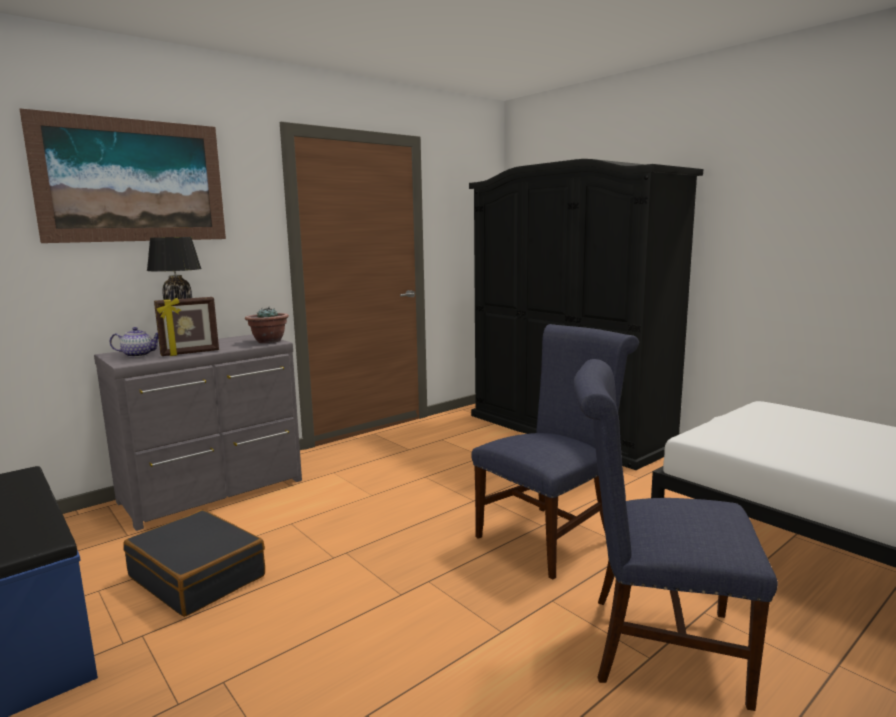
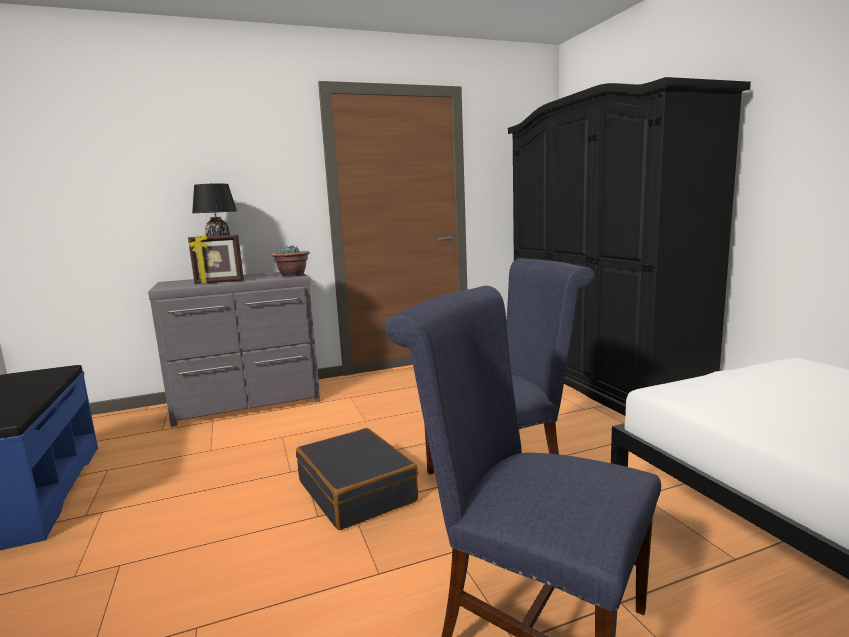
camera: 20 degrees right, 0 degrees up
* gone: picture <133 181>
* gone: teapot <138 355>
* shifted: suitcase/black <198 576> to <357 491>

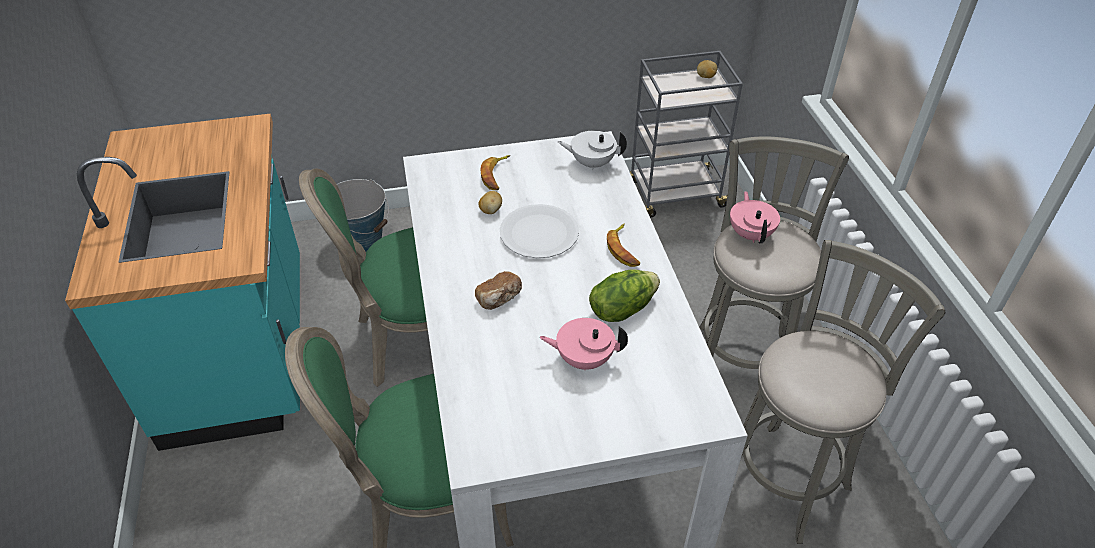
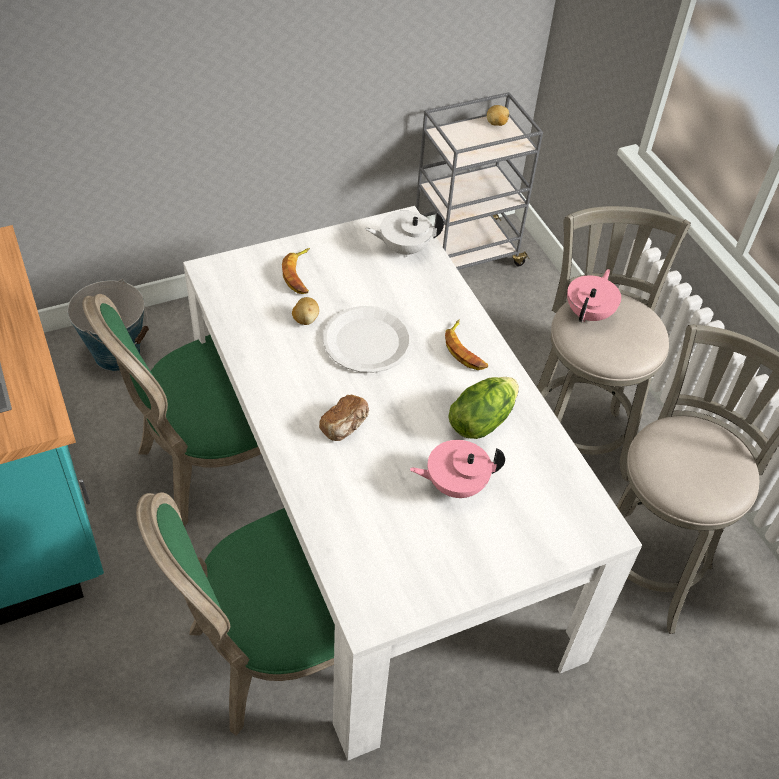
camera: 15 degrees left, 5 degrees up
* rotated: teapot/pink <751 234> = <589 313> 45 degrees clockwise

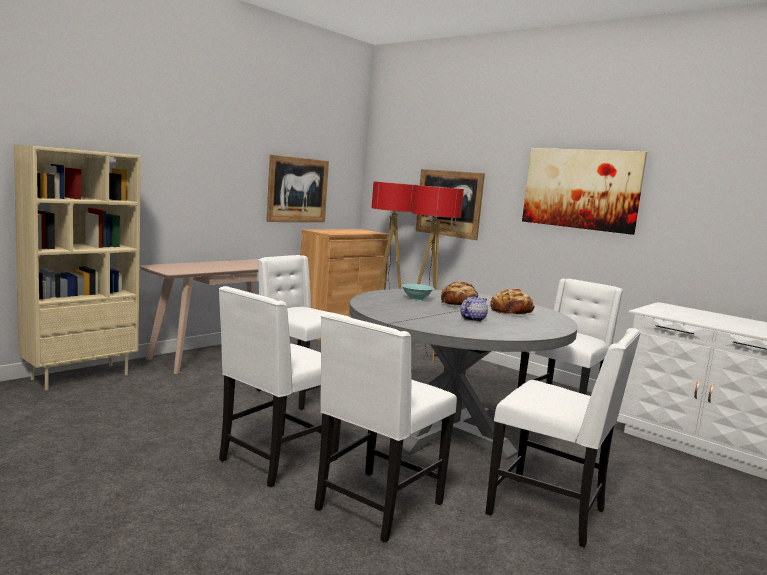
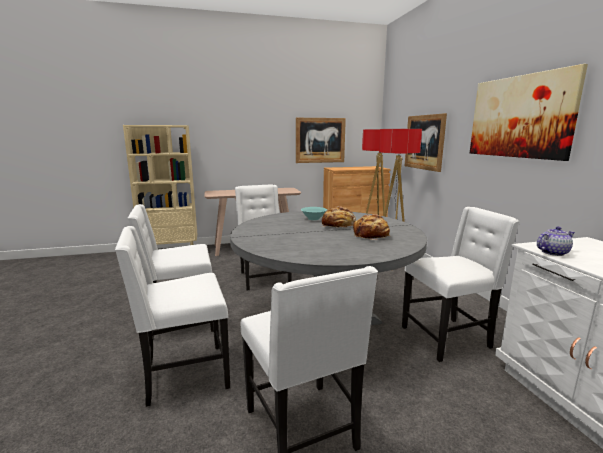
camera: 35 degrees right, 5 degrees up
* shifted: teapot <472 319> to <552 252>

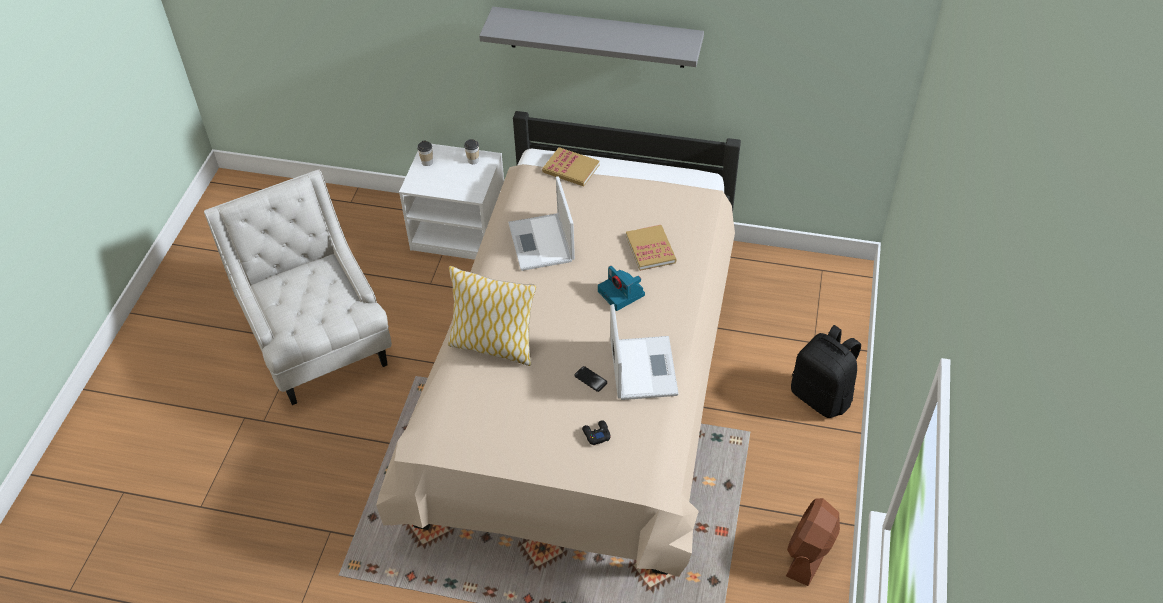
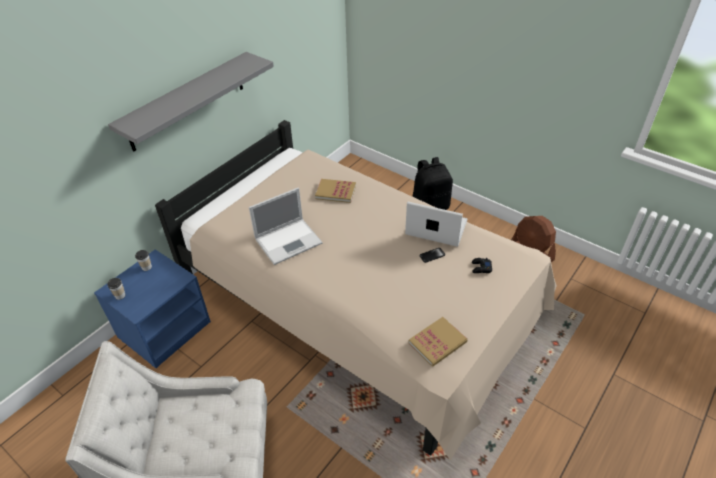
camera: 65 degrees left, 5 degrees down
* repainted: nightstand/white <460 231> to nightstand/blue <164 329>
* gone: pillow <493 345>
* rotated: laptop <542 243> = <289 240> 45 degrees counterclockwise
* shifted: book <571 169> to <437 342>
* gone: photo camera <622 294>

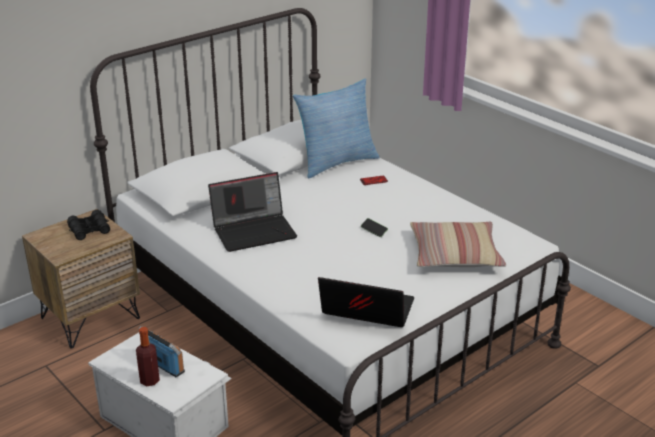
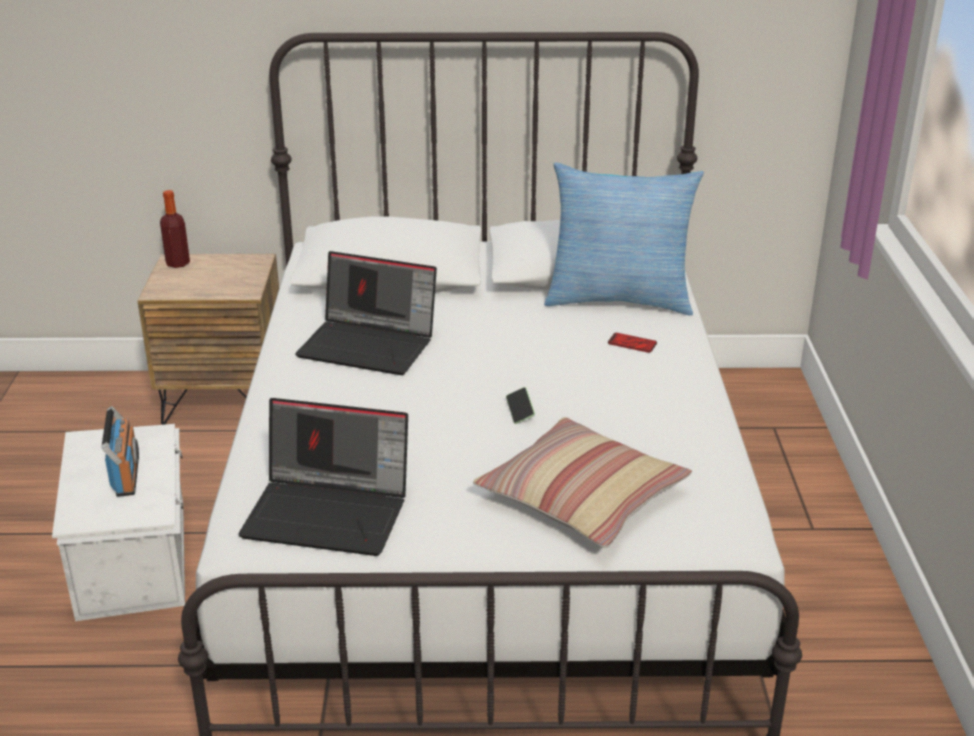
camera: 40 degrees right, 0 degrees up
* gone: binoculars/black <89 230>
* shifted: bottle <149 380> to <178 263>
* rotated: laptop <365 311> = <330 512> 135 degrees clockwise

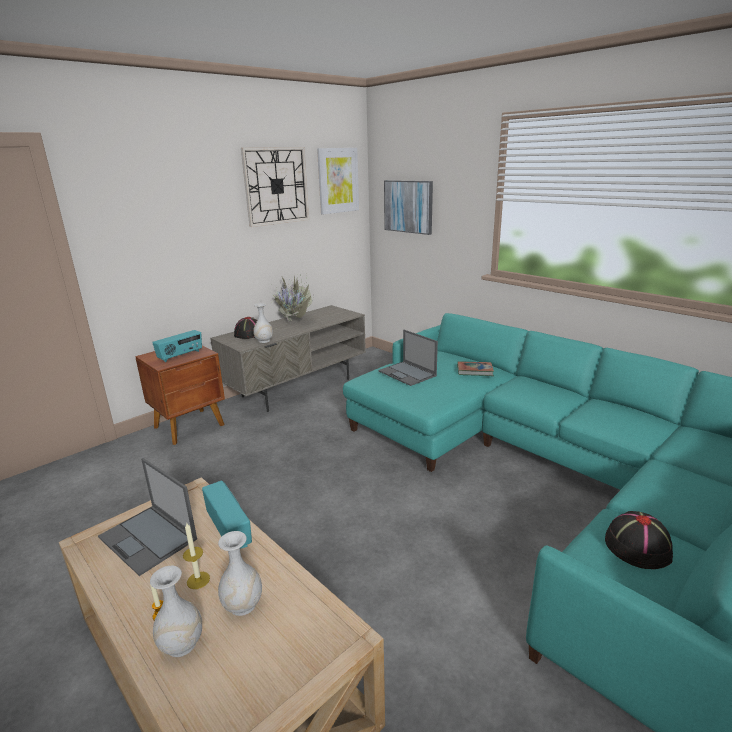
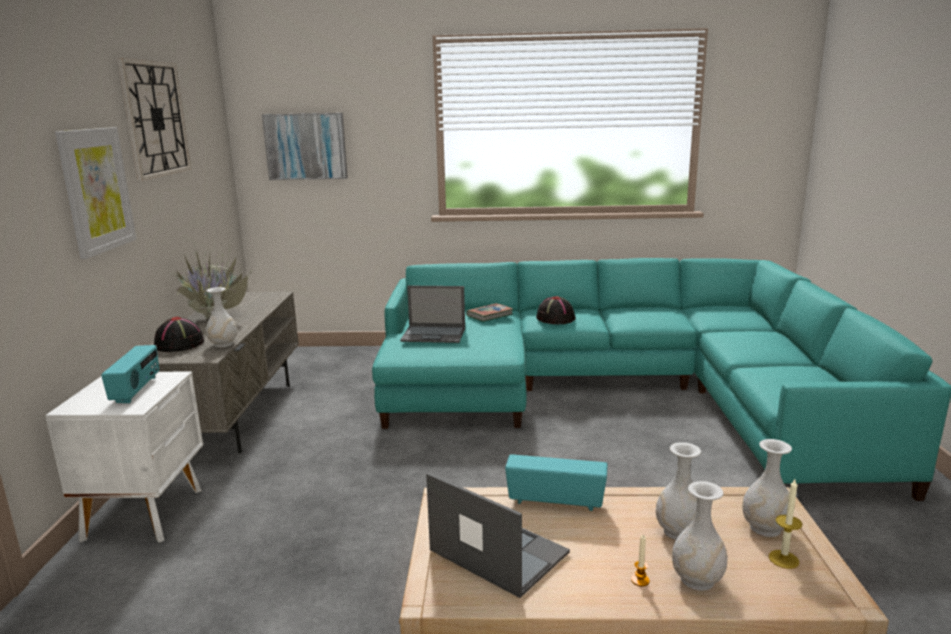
camera: 45 degrees left, 5 degrees down
* rotated: laptop <149 538> = <497 551> 135 degrees counterclockwise
* repainted: nightstand/brown <190 426> to nightstand/white <146 513>
* shifted: candle <198 580> to <783 559>
* shifted: picture <338 180> to <96 190>
* shifted: hat/black <637 546> to <555 318>
* new: vase/white <765 528>

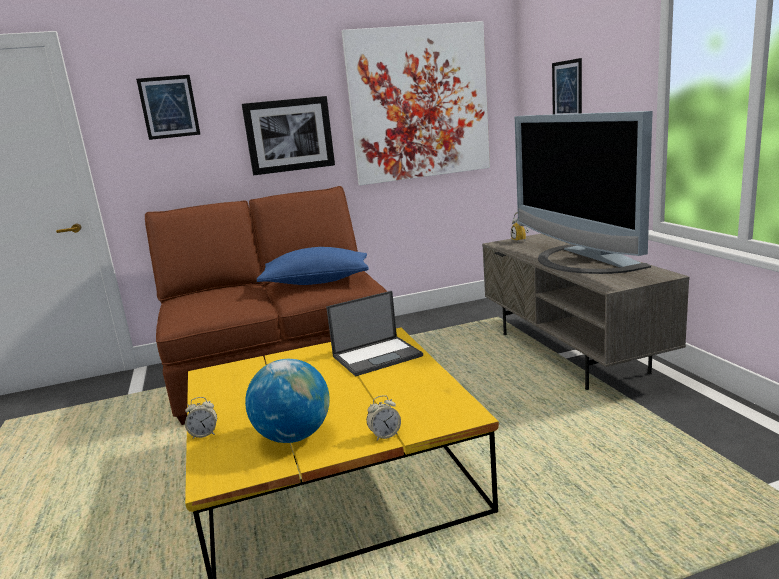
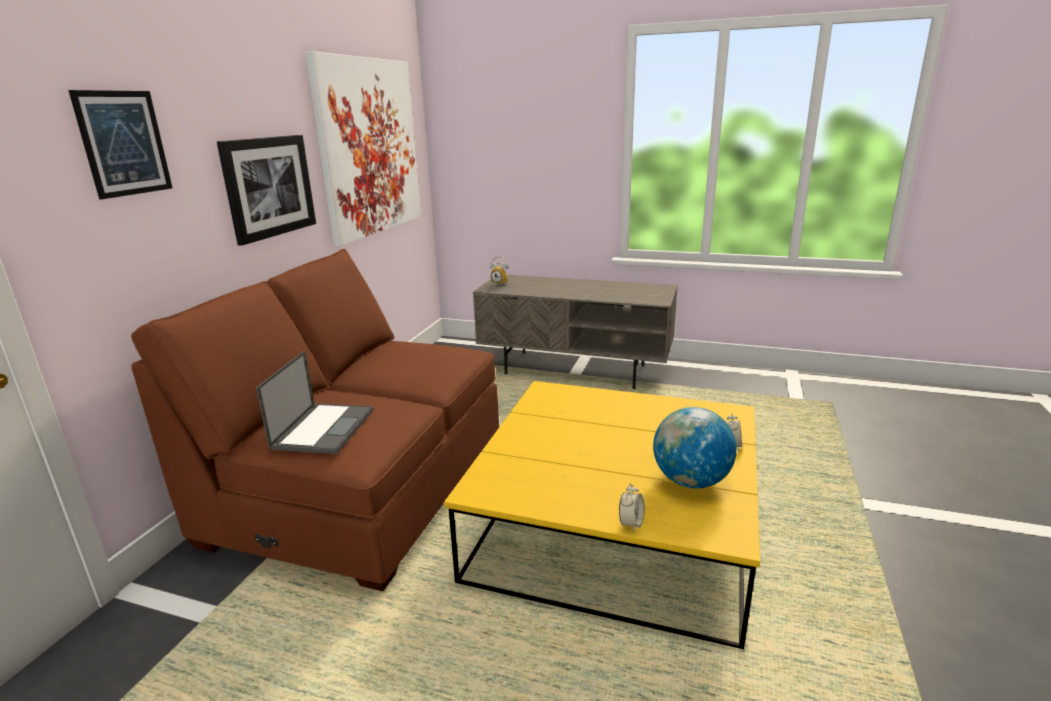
camera: 55 degrees left, 5 degrees up
* gone: pillow/blue <316 282>
* shifted: laptop <378 356> to <324 428>
* gone: television <582 260>
* gone: picture <567 90>

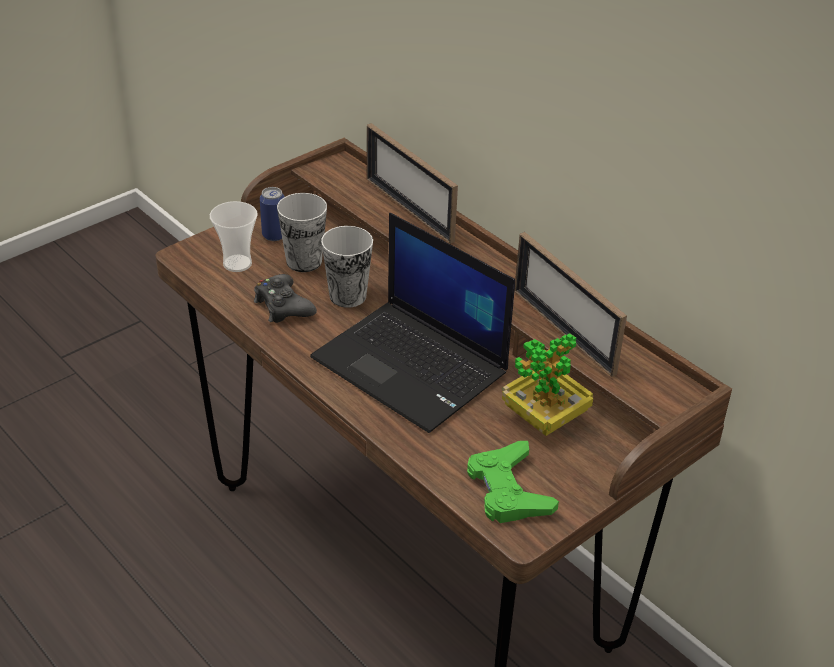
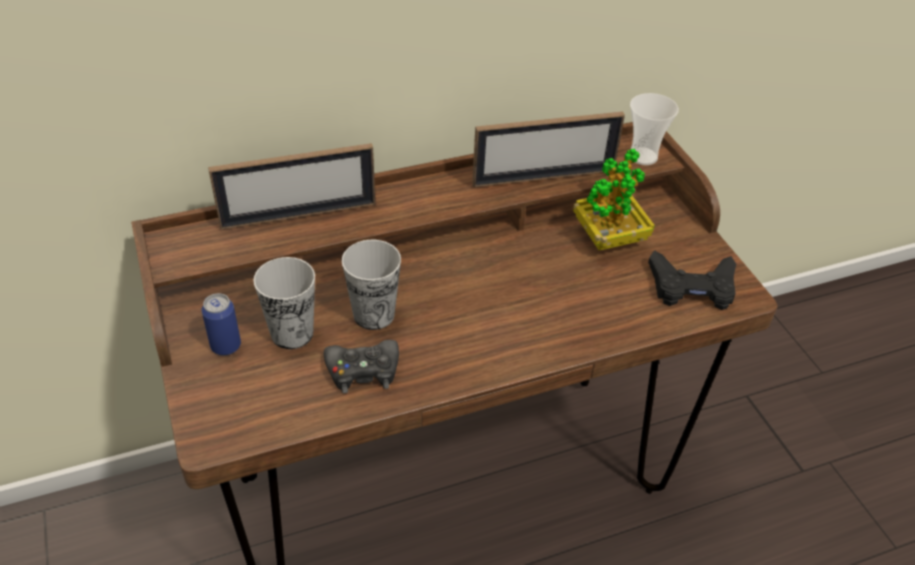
camera: 70 degrees left, 5 degrees up
* shifted: cup <237 263> to <643 156>
* gone: laptop <413 366>
* repainted: game controller/green <508 490> to game controller/black <692 287>

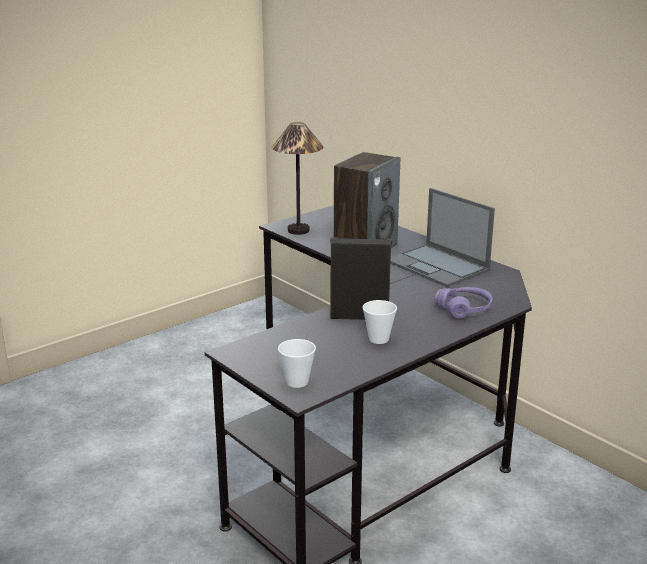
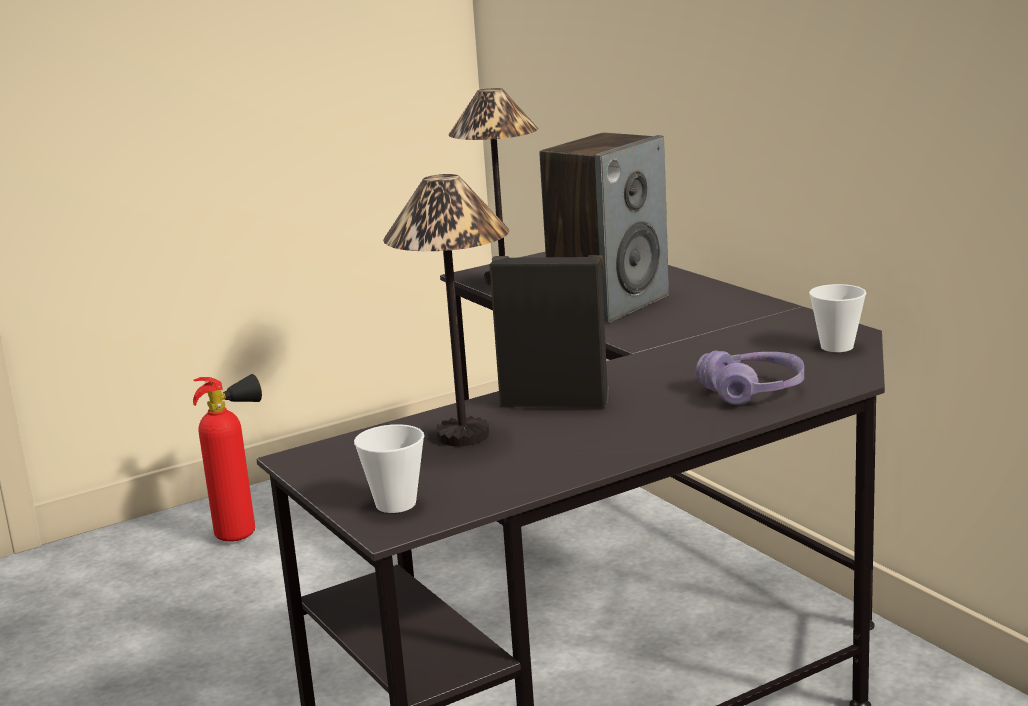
camera: 10 degrees right, 5 degrees down
* shifted: cup <378 339> to <837 347>
* gone: laptop <438 266>
* new: fire extinguisher <245 534>
* new: table lamp <464 436>

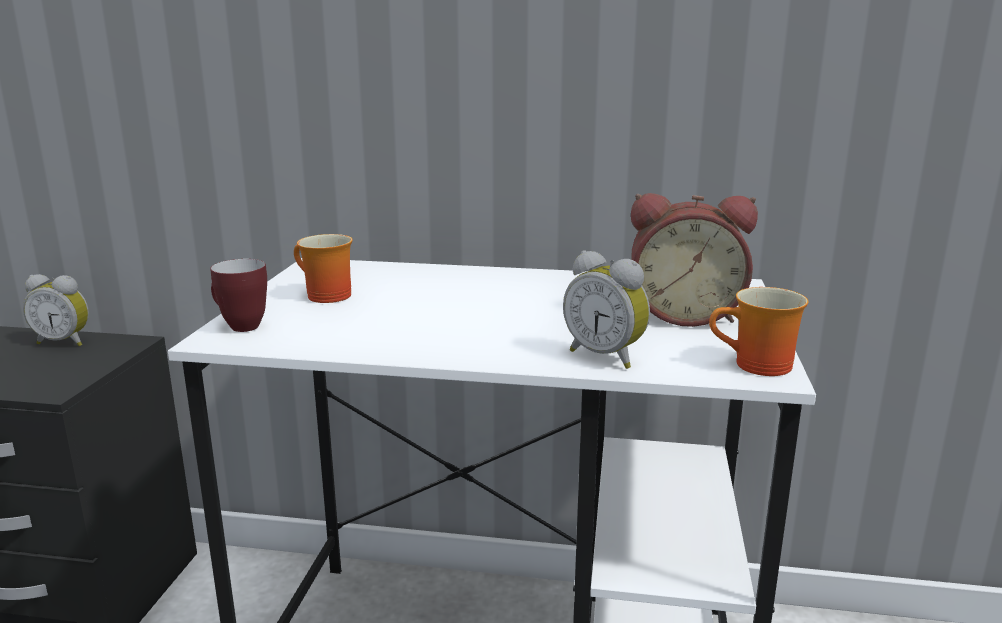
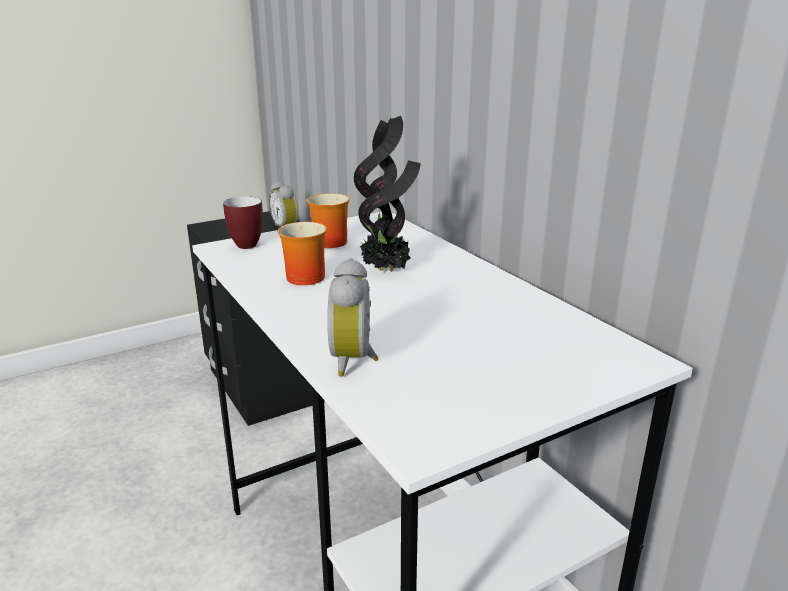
camera: 50 degrees right, 5 degrees up
* gone: alarm clock <684 315>
* shifted: mug <757 367> to <300 277>
* new: potted plant <387 270>

